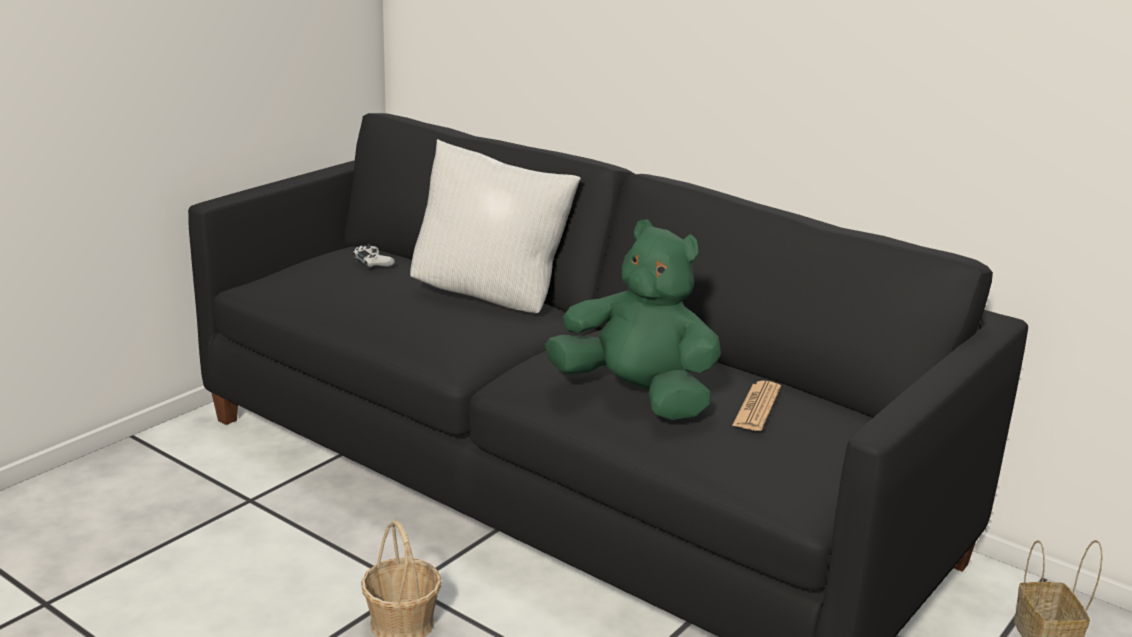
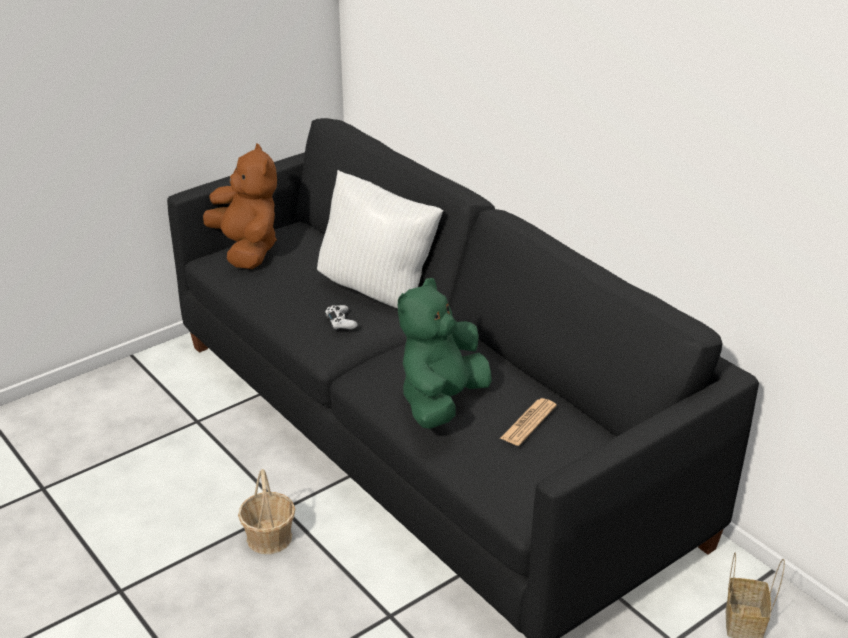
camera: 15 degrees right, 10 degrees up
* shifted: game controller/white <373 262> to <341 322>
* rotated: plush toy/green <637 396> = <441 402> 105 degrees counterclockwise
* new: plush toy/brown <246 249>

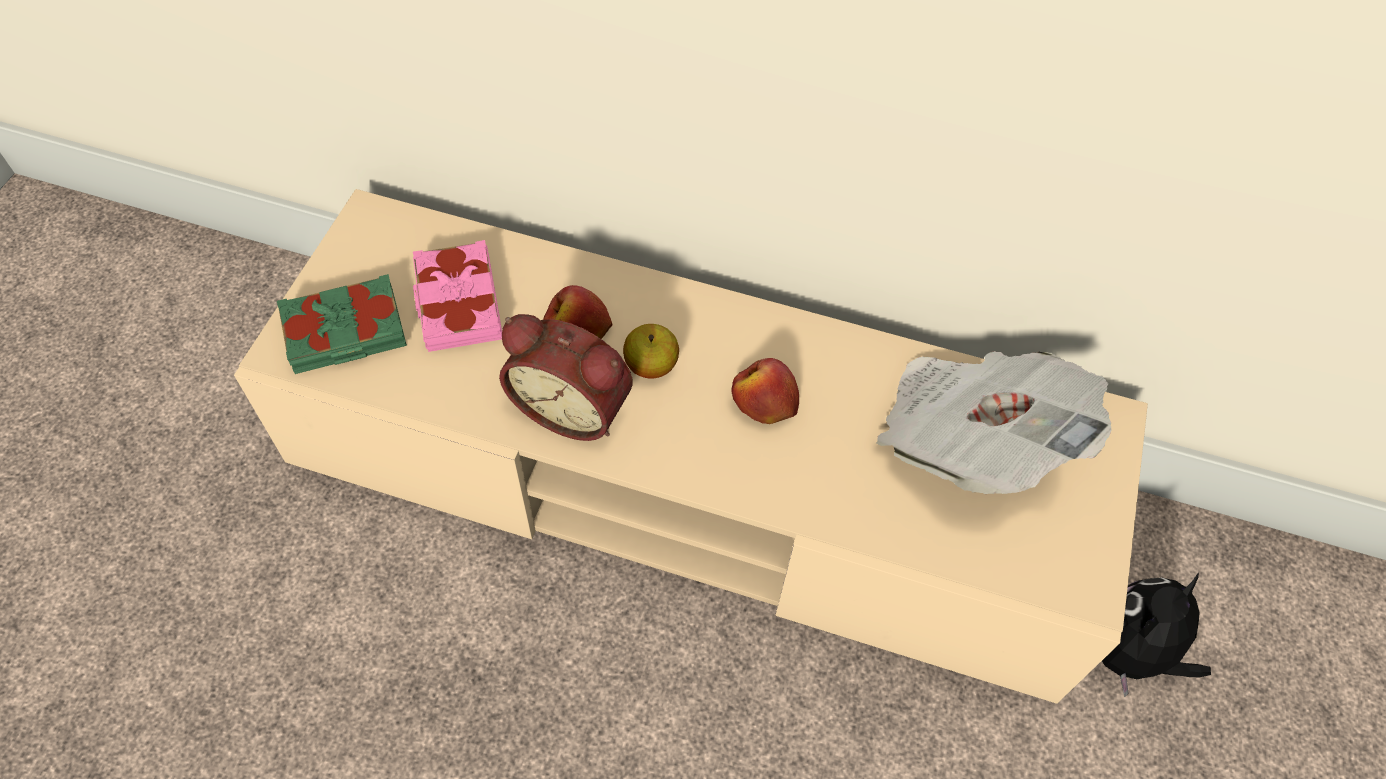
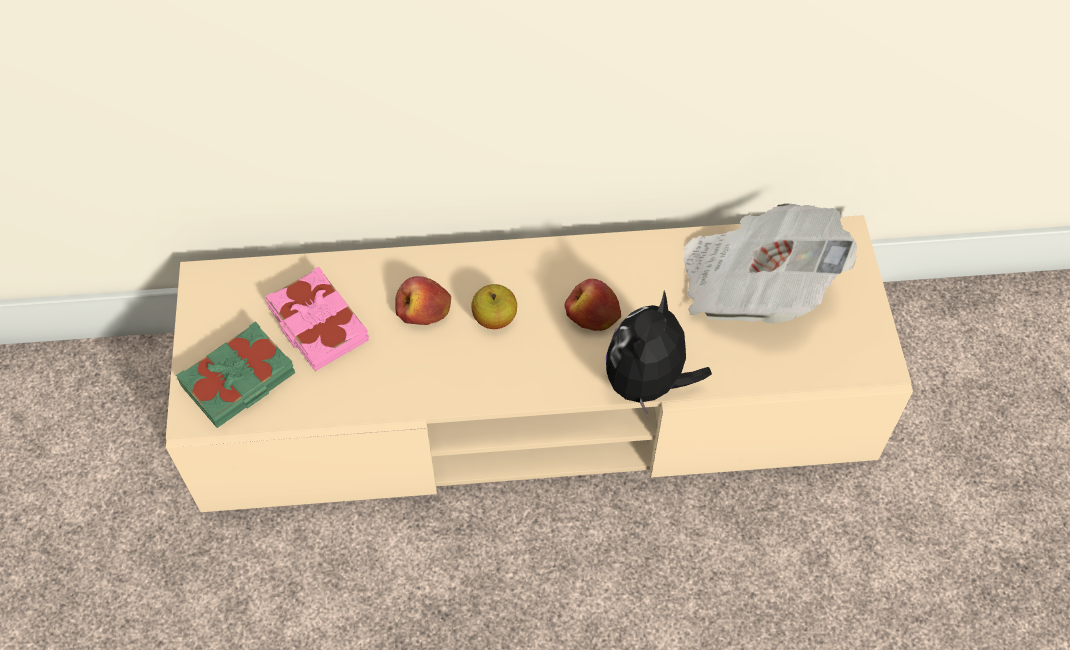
camera: 20 degrees left, 0 degrees up
* gone: alarm clock <573 406>
* shifted: plush toy <1129 653> to <648 383>

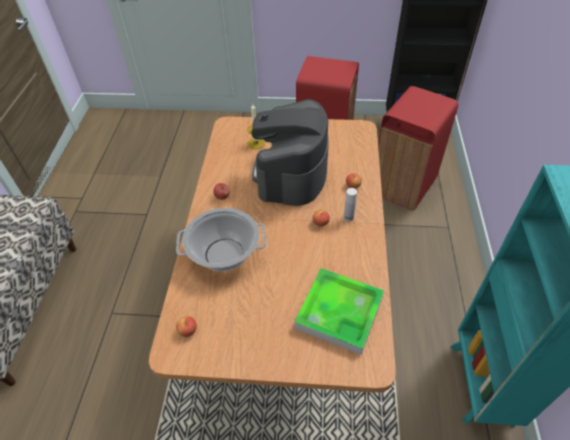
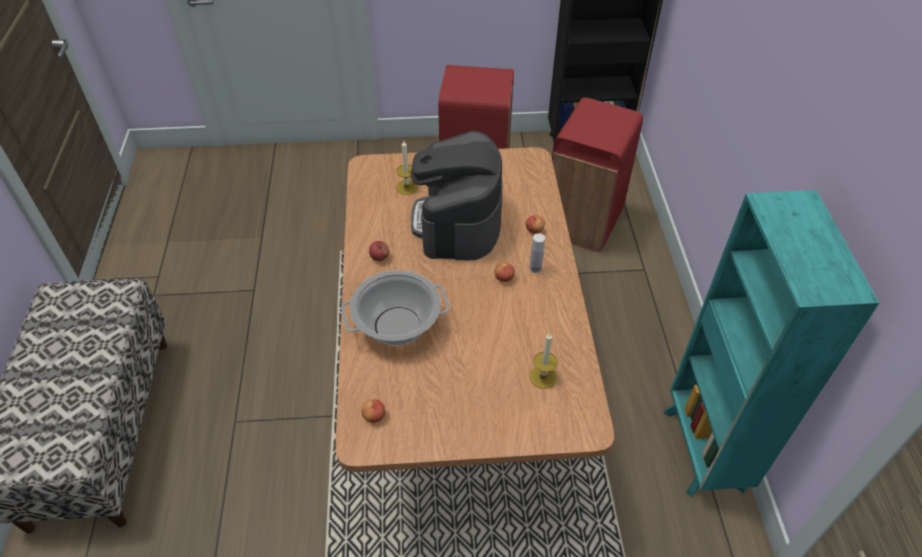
camera: 10 degrees left, 0 degrees up
* swapped: tray <339 312> to candle <543 377>

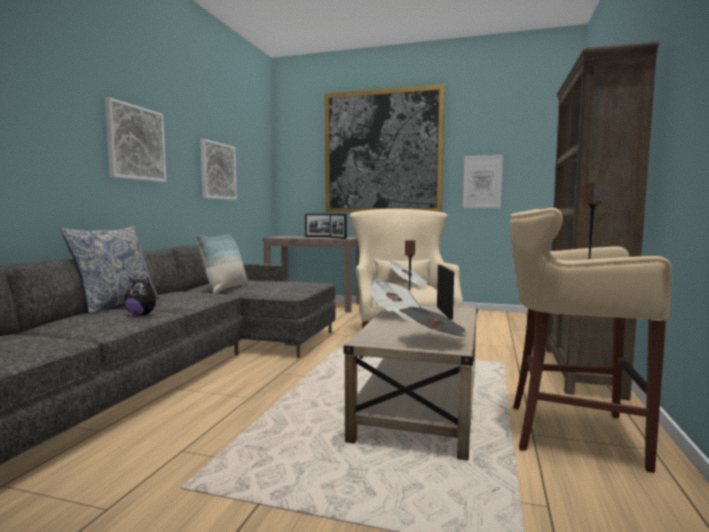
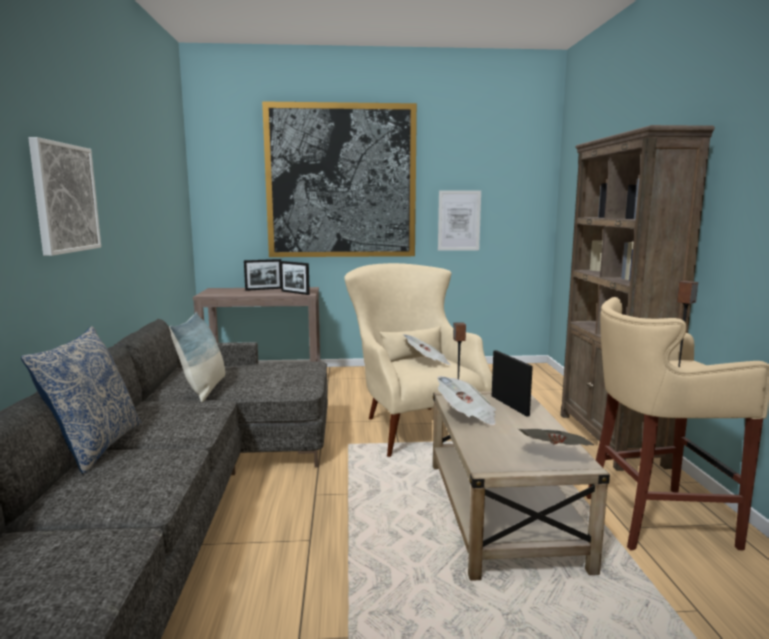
camera: 20 degrees left, 5 degrees up
* gone: plush toy <142 315>
* gone: picture <217 171>

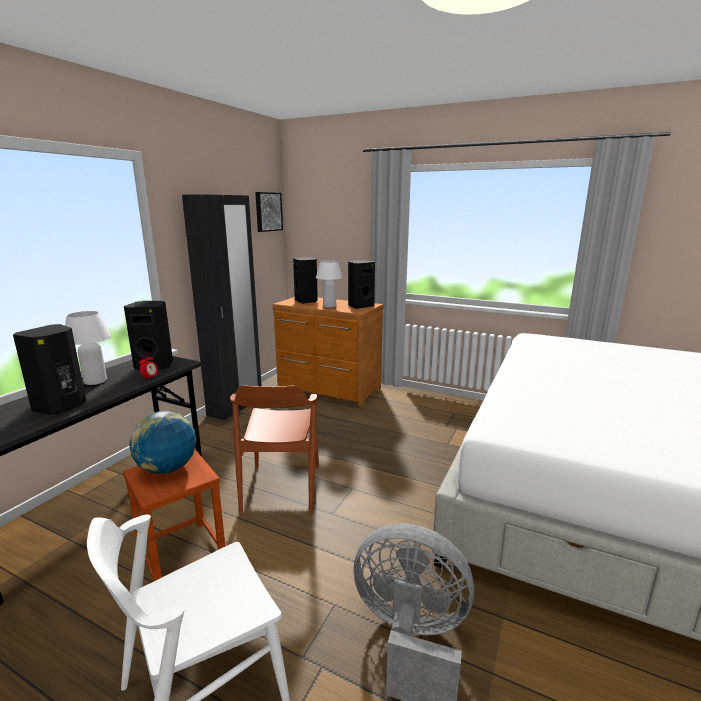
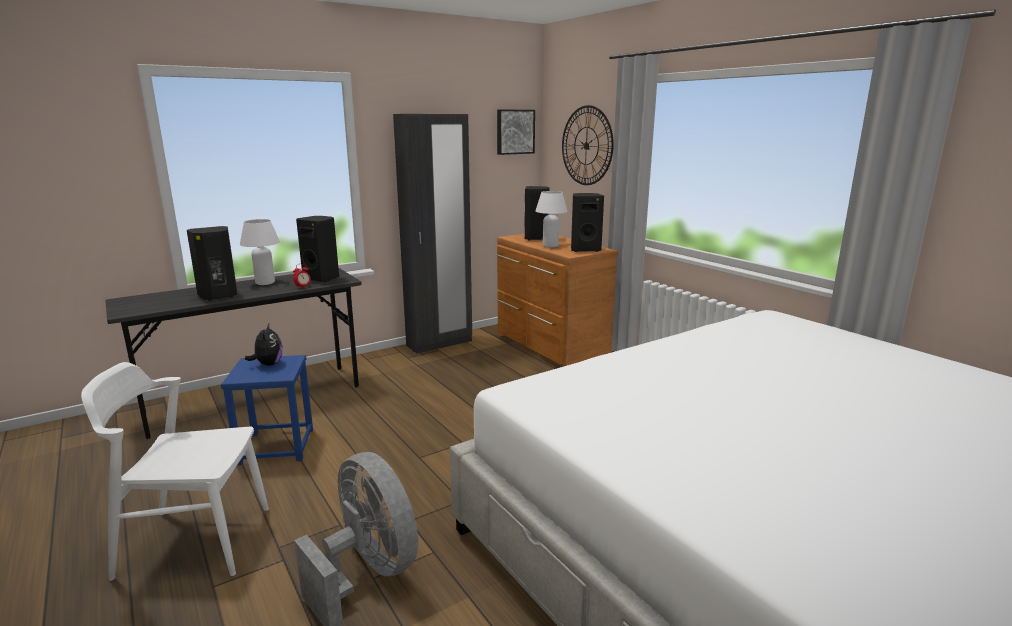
camera: 30 degrees right, 0 degrees up
* repainted: stool/brown <182 554> to stool/blue <276 447>
* swapped: globe <167 469> to plush toy <268 364>
* gone: chair/brown <281 487>
* new: wall clock <586 146>

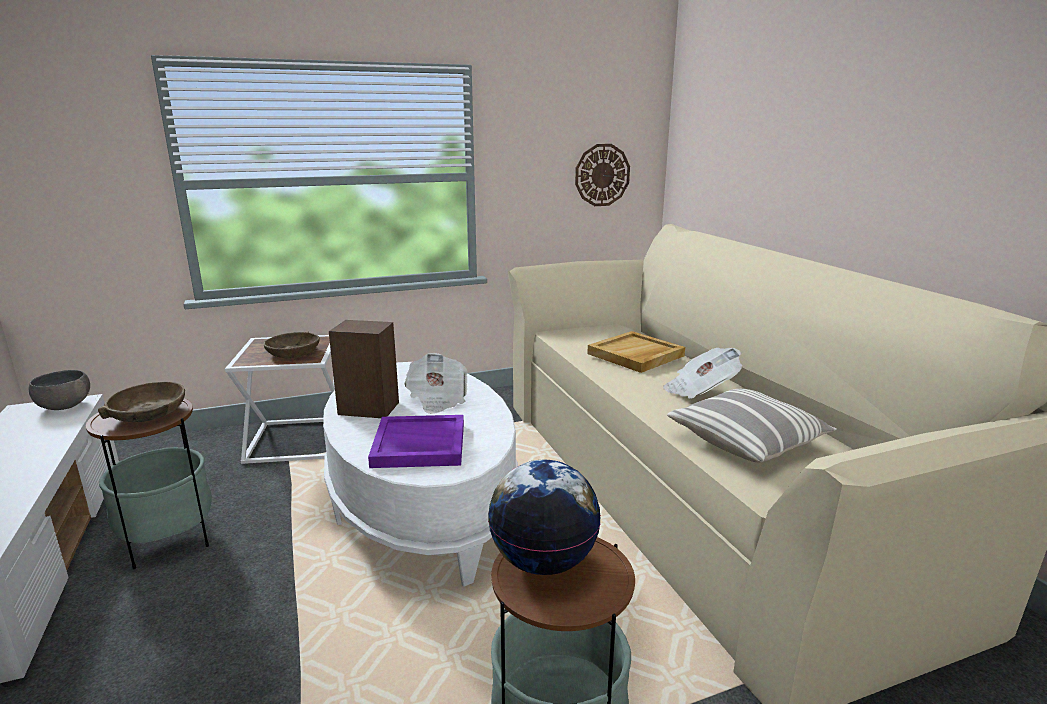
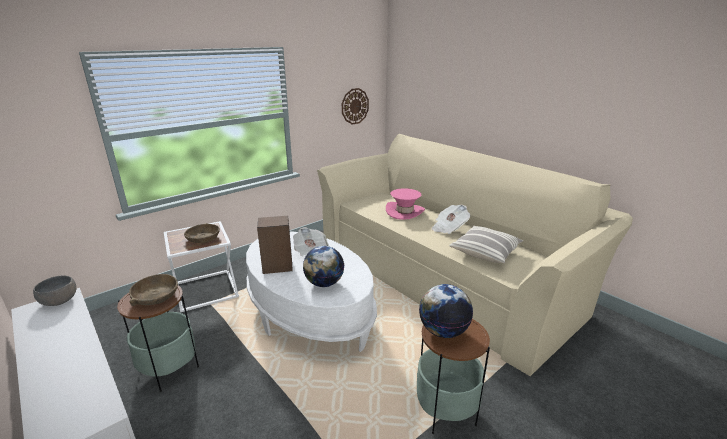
camera: 20 degrees left, 5 degrees up
* swapped: tray/purple <418 445> to globe <324 283>
* swapped: tray/beige <635 355> to hat/pink <405 211>

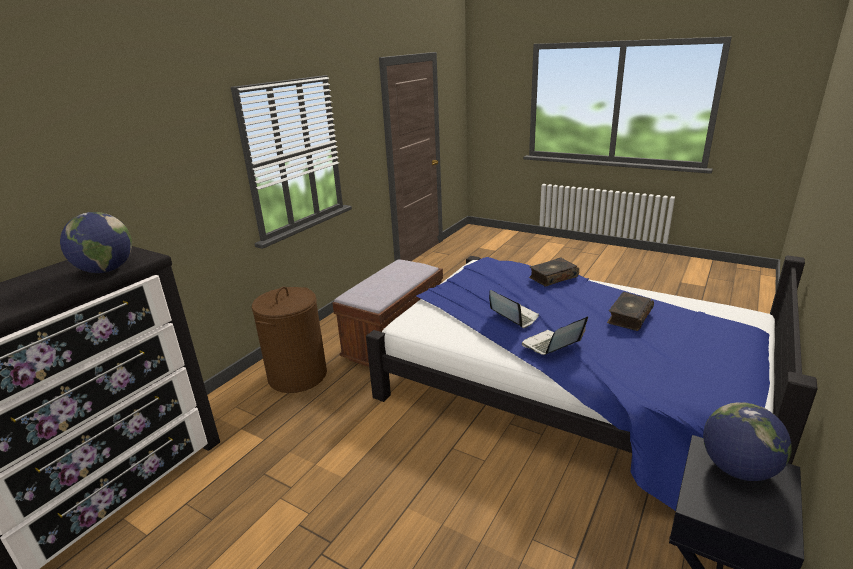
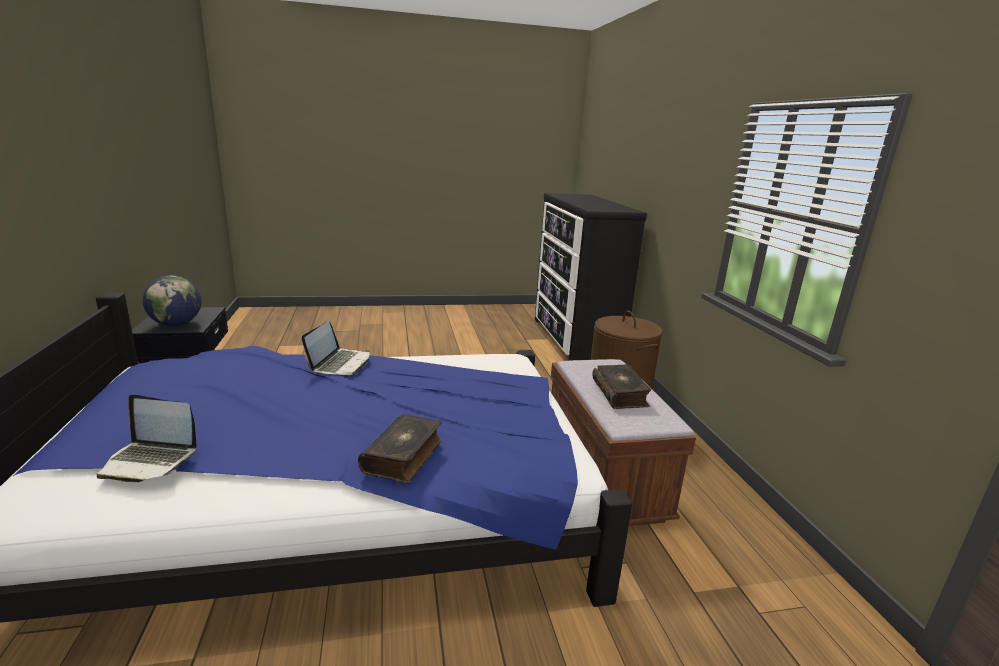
camera: 135 degrees right, 5 degrees down
* gone: globe <106 270>
* shifted: laptop <513 316> to <150 460>
* shifted: book <628 317> to <620 393>

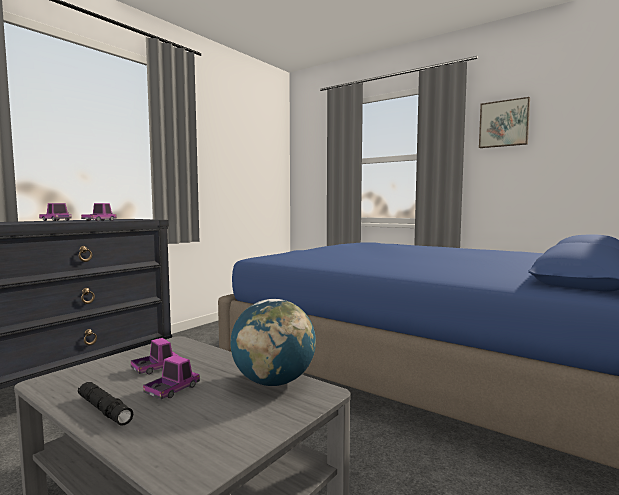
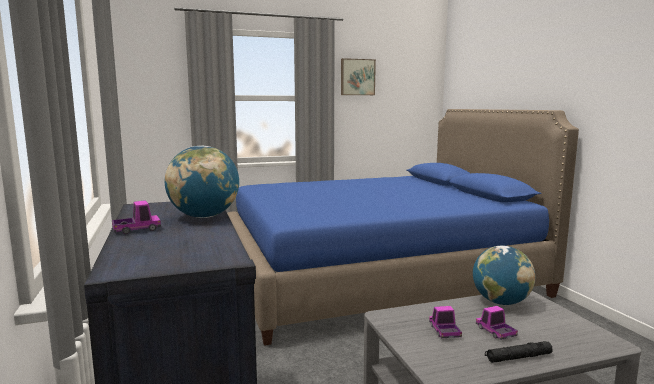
camera: 55 degrees left, 5 degrees up
* swapped: toy truck <99 220> to globe <204 216>

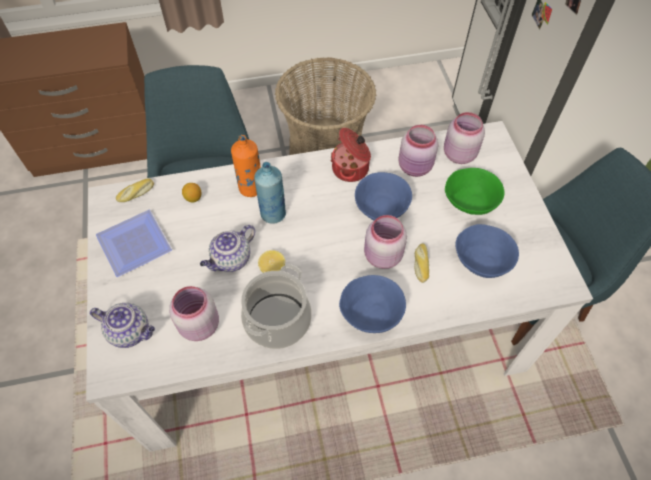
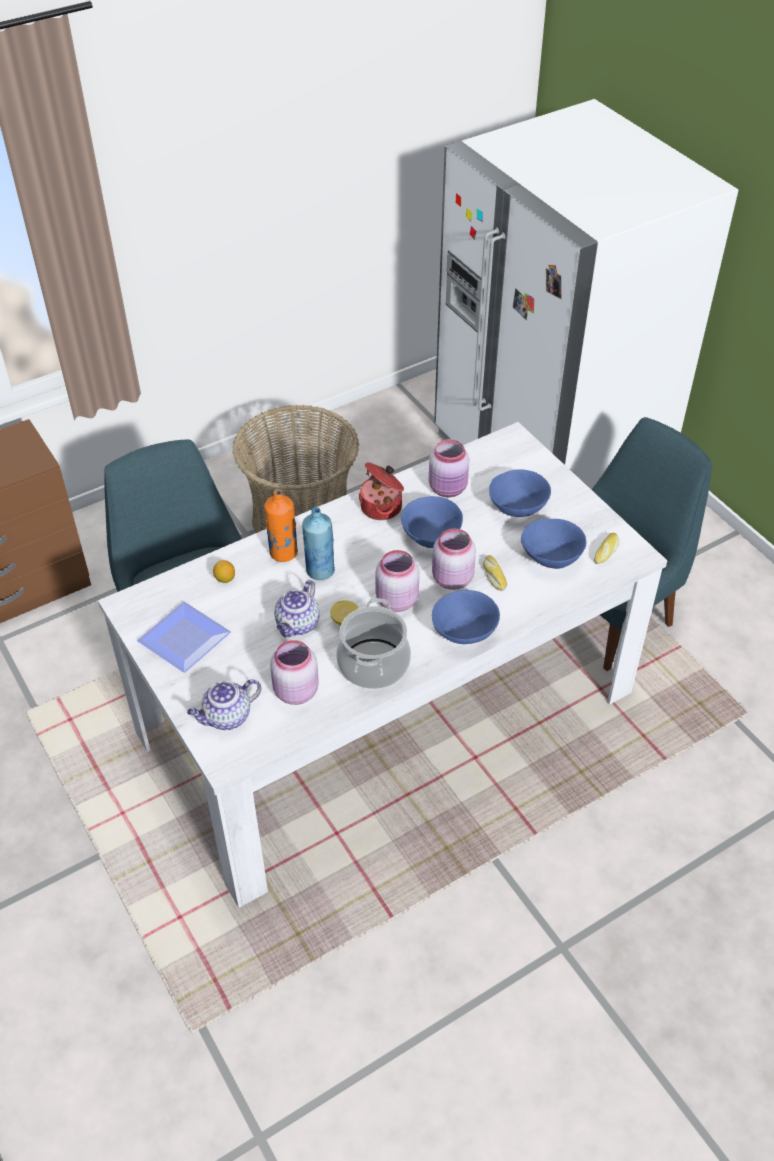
camera: 20 degrees left, 10 degrees down
* rotated: teapot <131 331> = <226 717> 150 degrees clockwise
* shifted: bread <136 194> to <607 552>
* shifted: jar/pink <458 154> to <395 600>
* repainted: bowl/green <470 202> to bowl/blue <518 507>

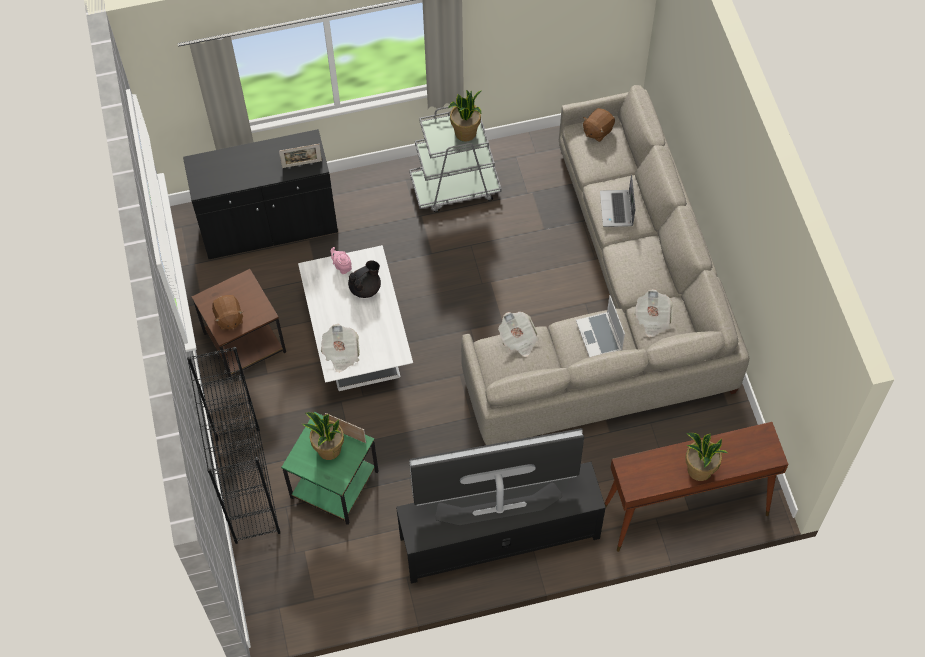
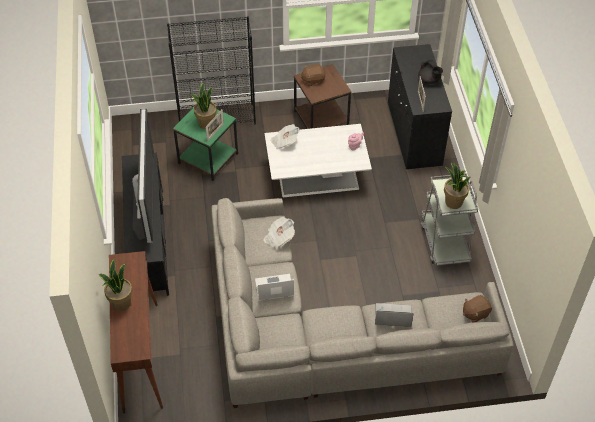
camera: 95 degrees right, 10 degrees down
* shifted: teapot/black <365 288> to <429 80>
* rotated: plush toy/brown <597 131> = <475 313> 75 degrees counterclockwise
* gone: newspaper <652 319>

